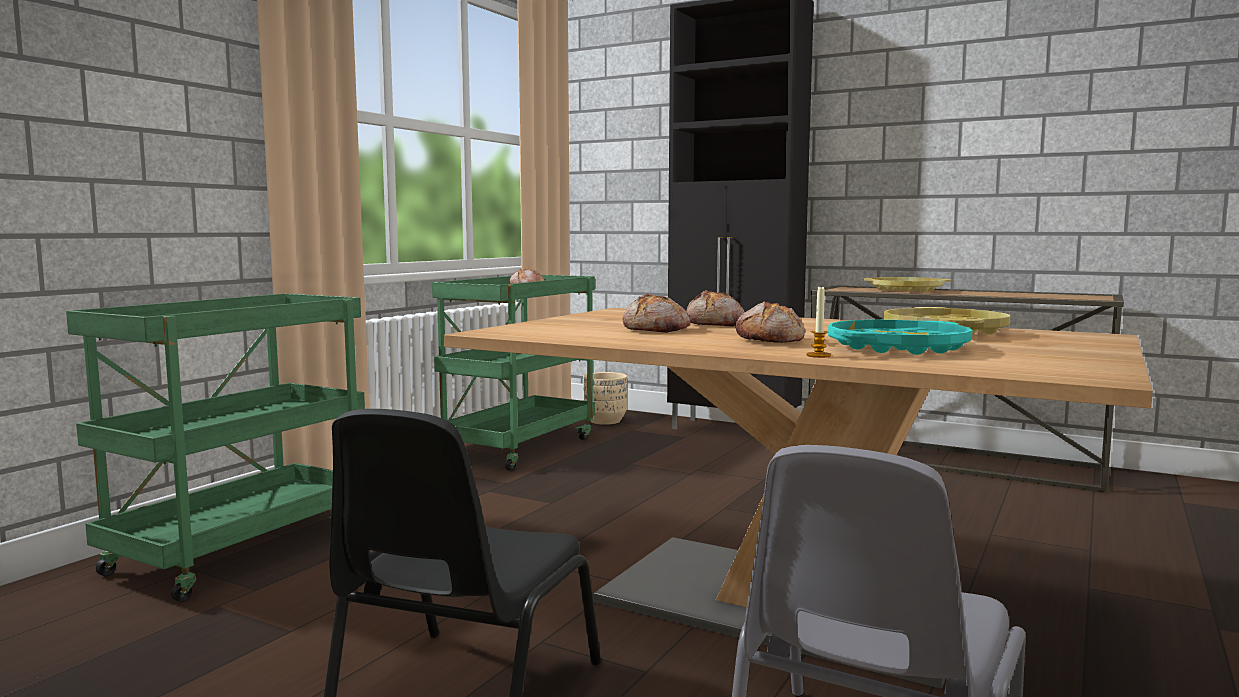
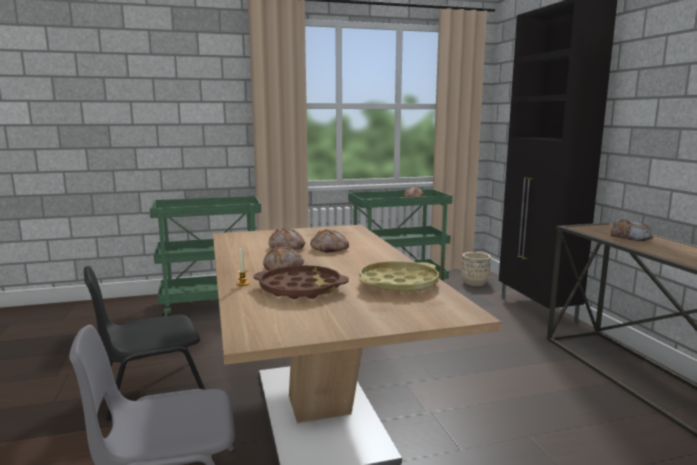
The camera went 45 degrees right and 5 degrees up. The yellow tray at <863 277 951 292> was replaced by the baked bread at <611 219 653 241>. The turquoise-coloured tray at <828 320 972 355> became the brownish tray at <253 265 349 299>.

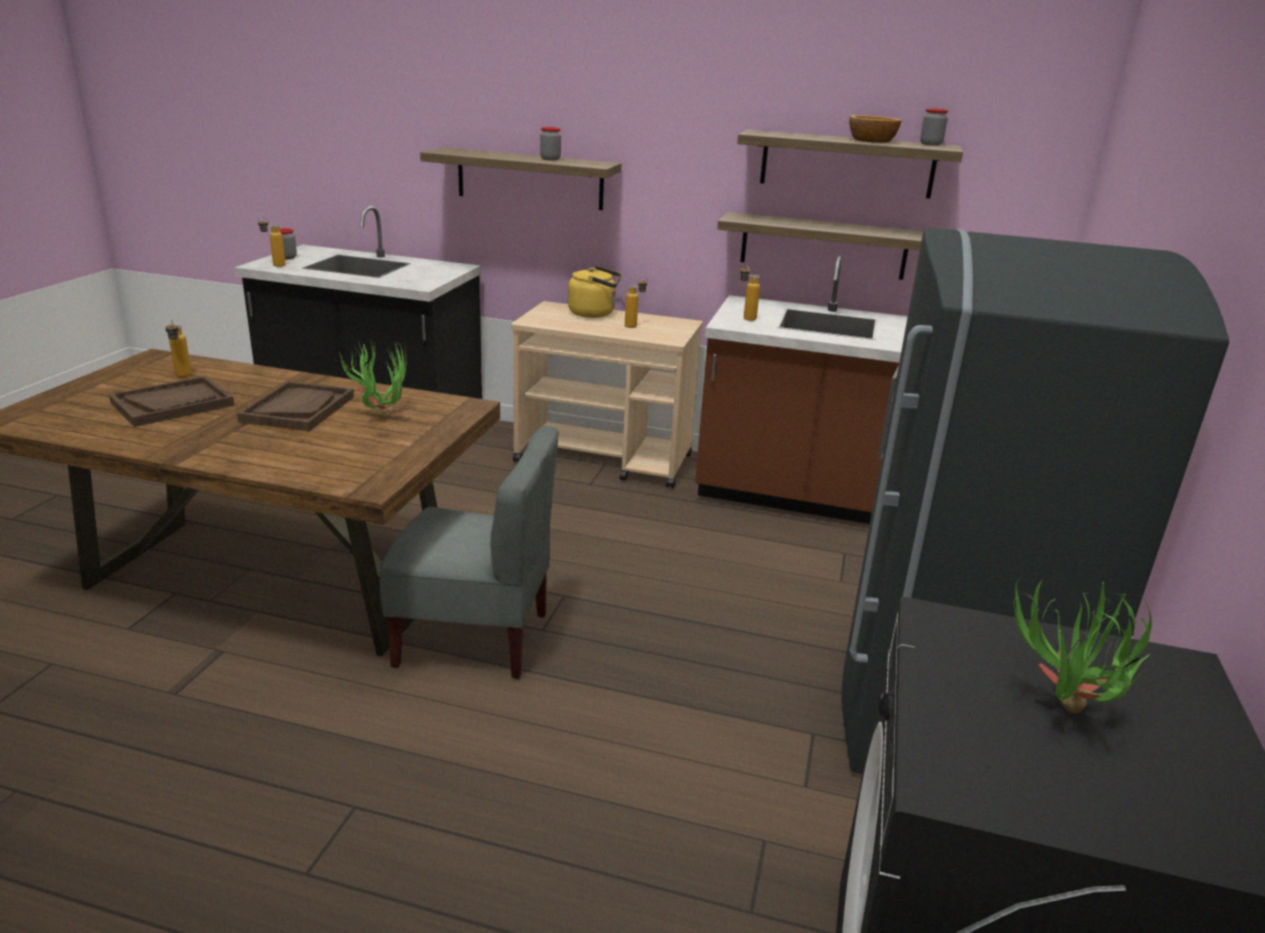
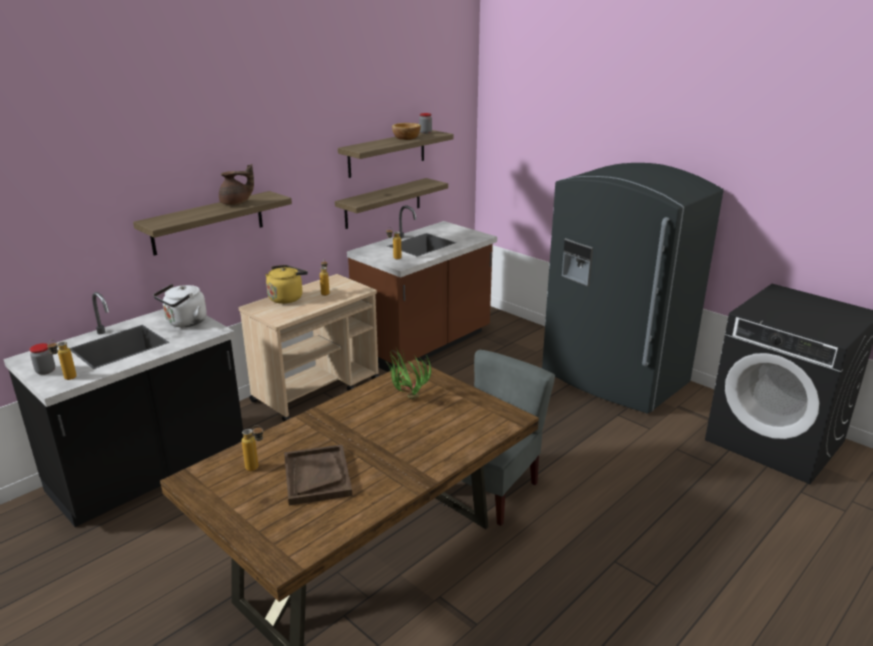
The camera went 60 degrees left and 0 degrees up. The storage jar at <540 127 561 161> was replaced by the brownish teapot at <219 164 254 205>. The brownish tray at <237 381 354 431> disappeared. The plant in a pot at <1013 579 1154 713> disappeared. The whitish water kettle at <153 284 207 327> appeared.

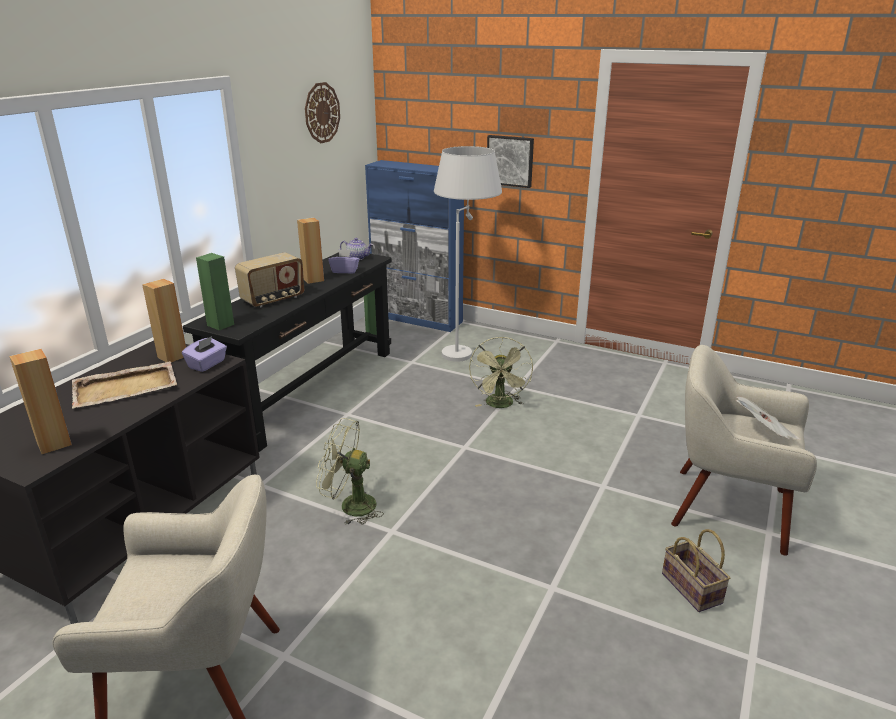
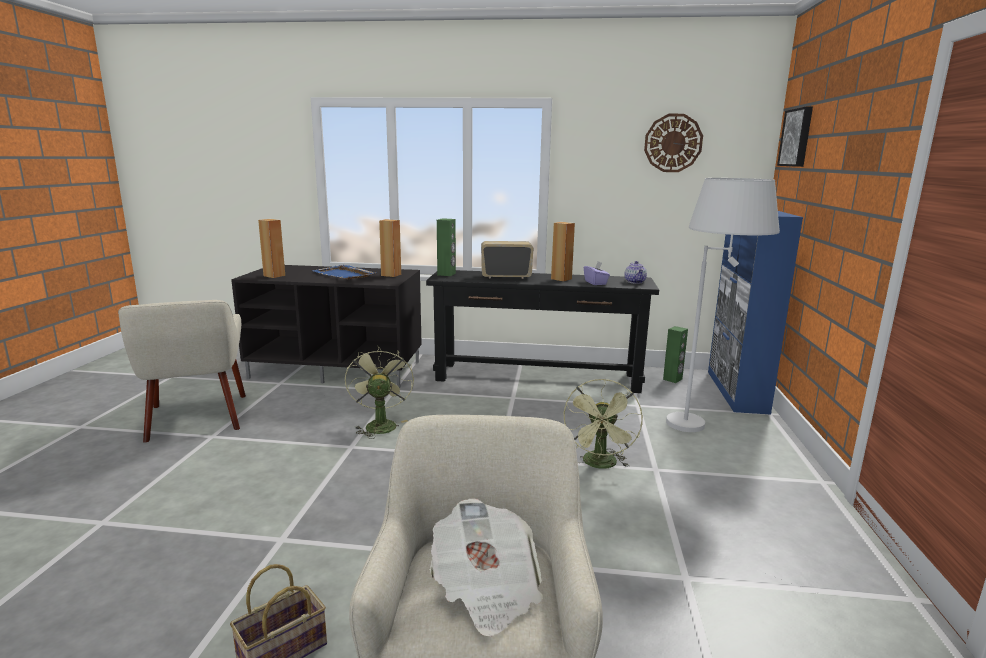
The camera went 70 degrees right and 10 degrees down. The wall picture moved from <487 135 534 188> to <777 107 813 167>. The radio set at <235 252 304 307> turned 150 degrees clockwise. The purplish tissue holder at <182 336 227 372> disappeared. The greenish fan at <469 337 533 408> turned 60 degrees counterclockwise. The beige-coloured tray at <72 361 177 409> became the bluish tray at <312 265 375 279>.

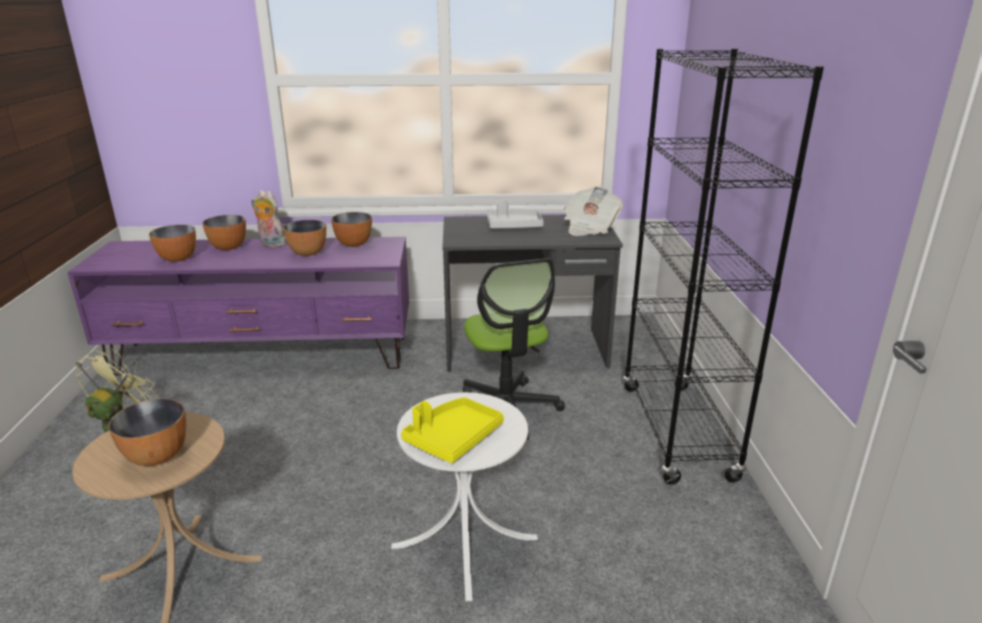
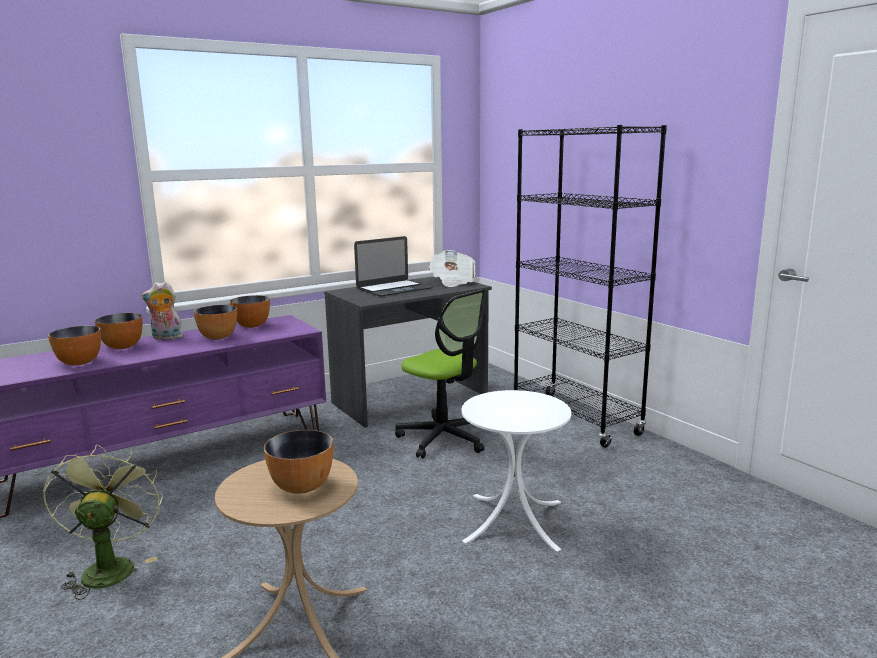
The camera went 30 degrees left and 10 degrees down. The grey tray at <486 200 544 228> was replaced by the laptop at <354 236 432 296>. The yellow tray at <401 397 504 463> disappeared.

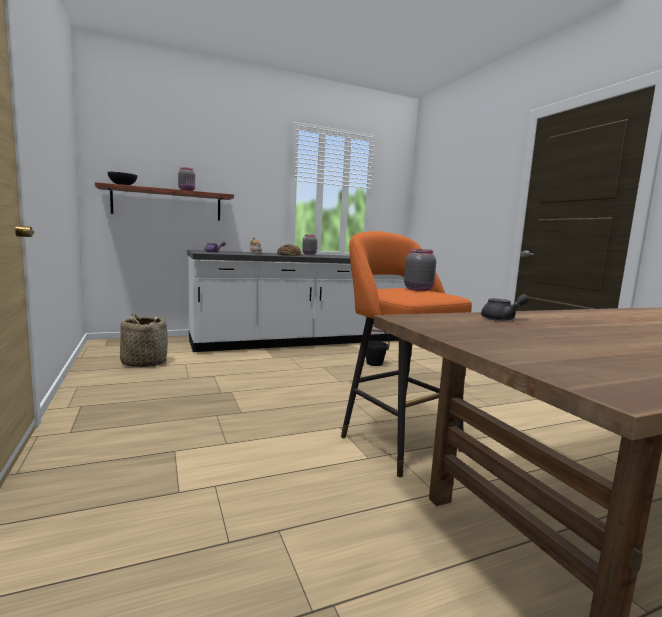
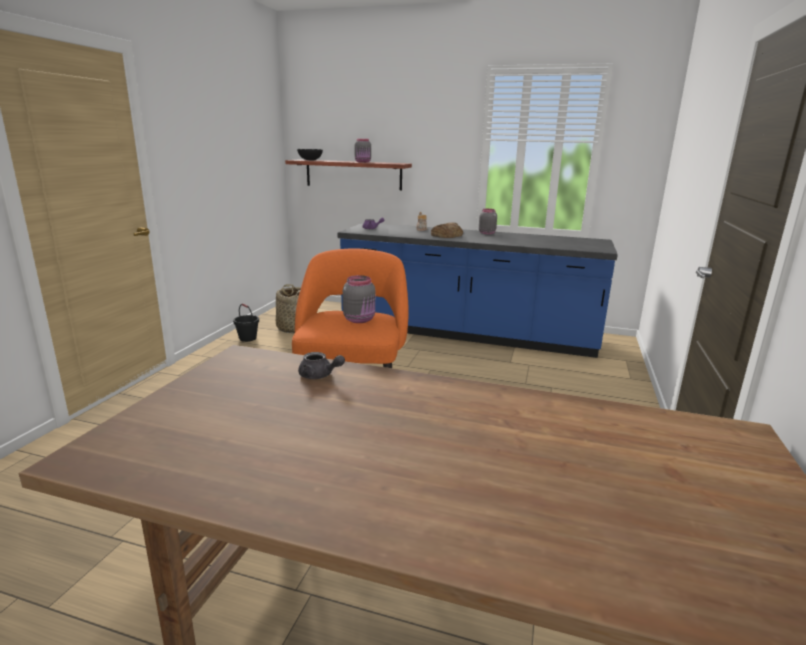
The camera went 40 degrees right and 10 degrees up. The whitish kitchen counter at <187 250 407 352> became the bluish kitchen counter at <338 223 618 358>. The black-coloured pail moved from <366 329 390 366> to <233 303 259 342>.

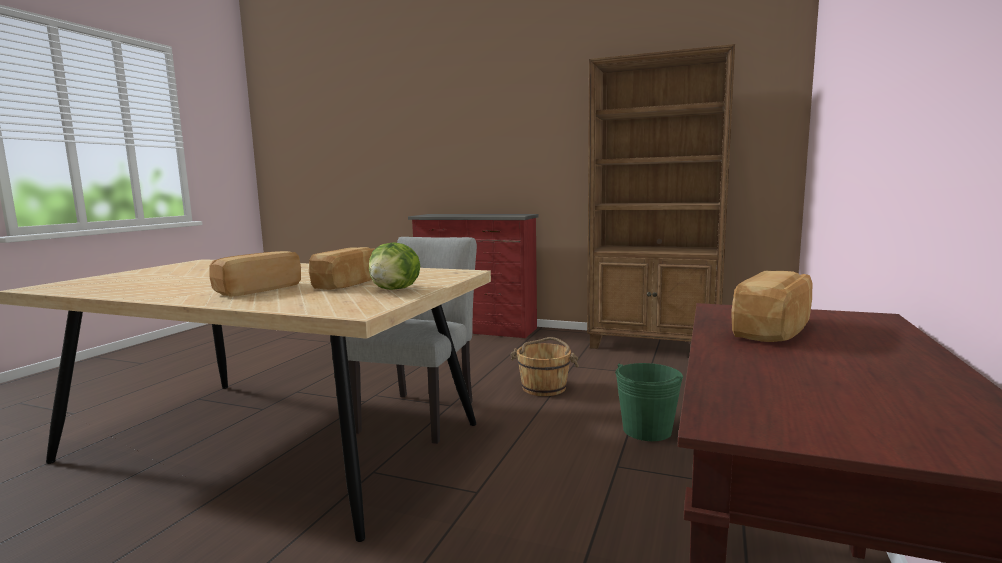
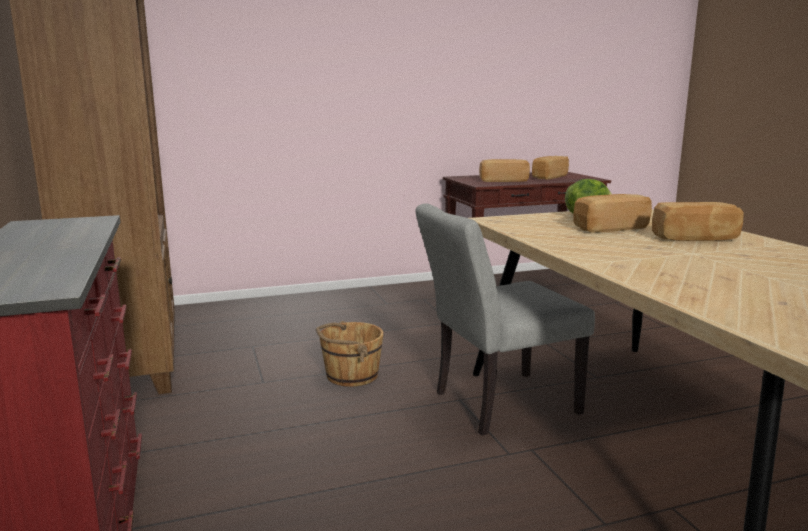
The camera went 130 degrees left and 5 degrees up. The greenish pail at <615 363 683 441> disappeared. The baked bread at <532 156 569 180> appeared.

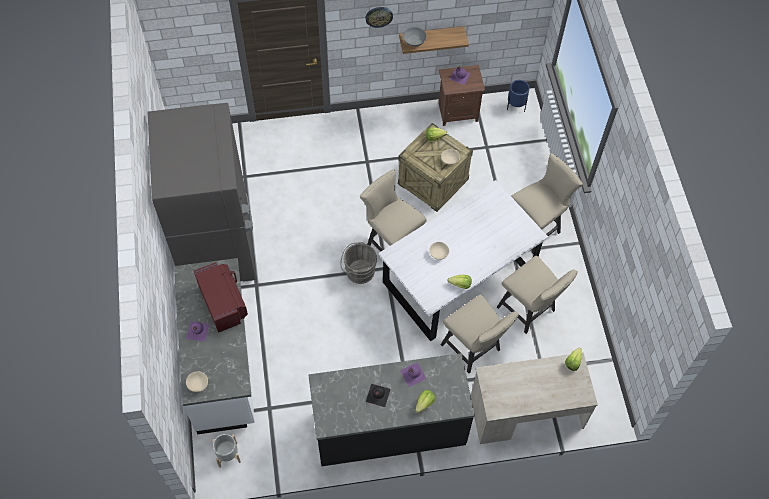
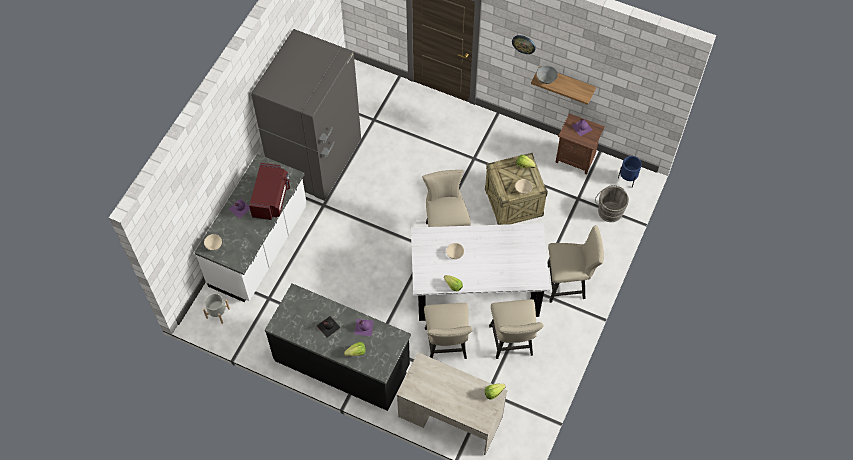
The camera went 35 degrees right and 0 degrees up. The grey pail moved from <340 242 377 284> to <595 185 629 222>.

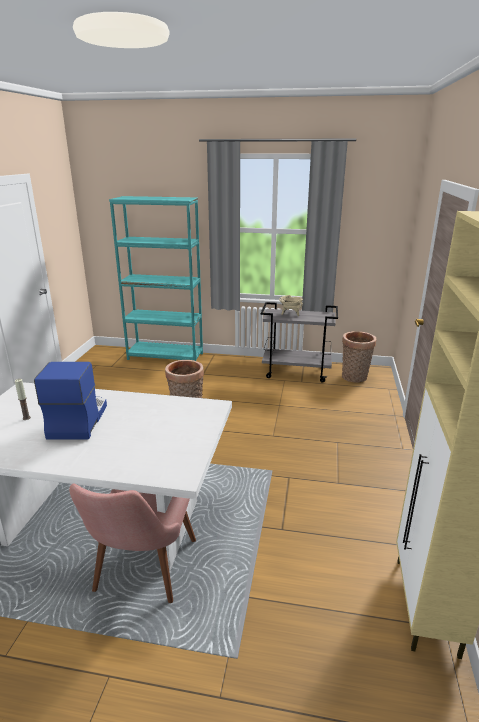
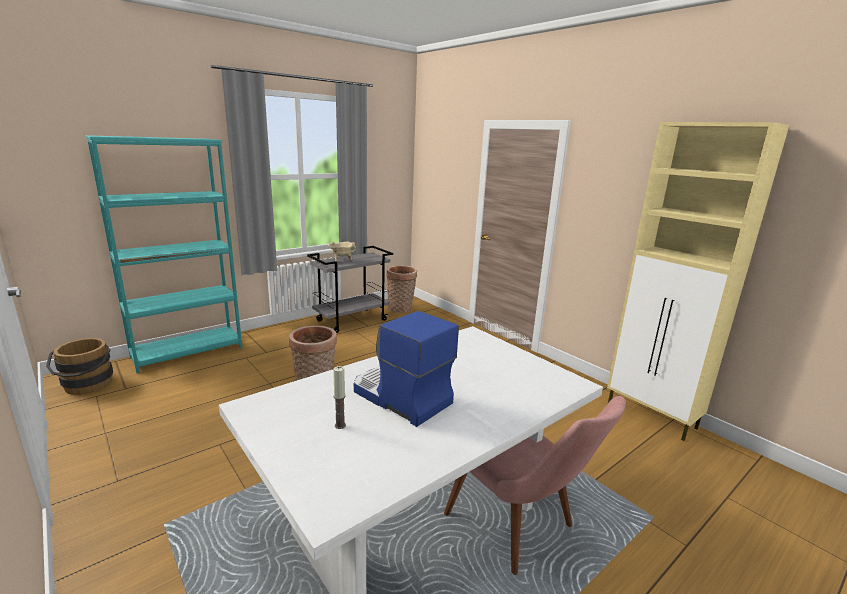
The camera went 50 degrees left and 5 degrees down. The brownish pail at <46 338 113 395> appeared.

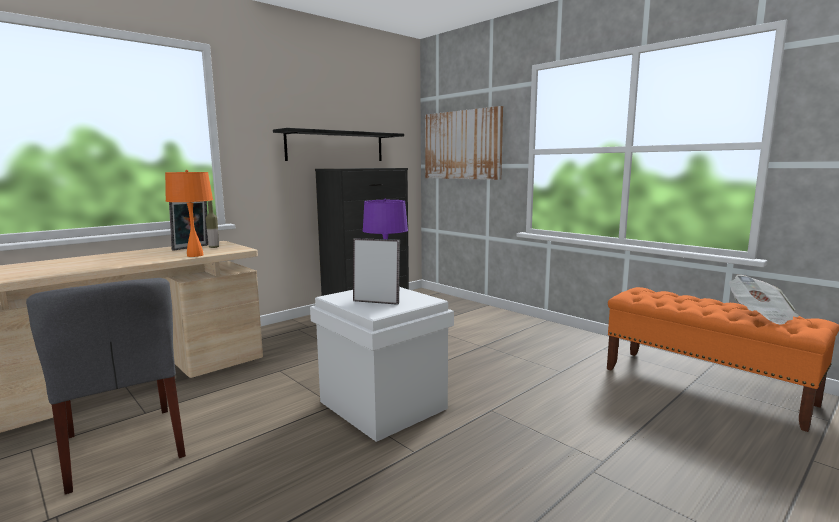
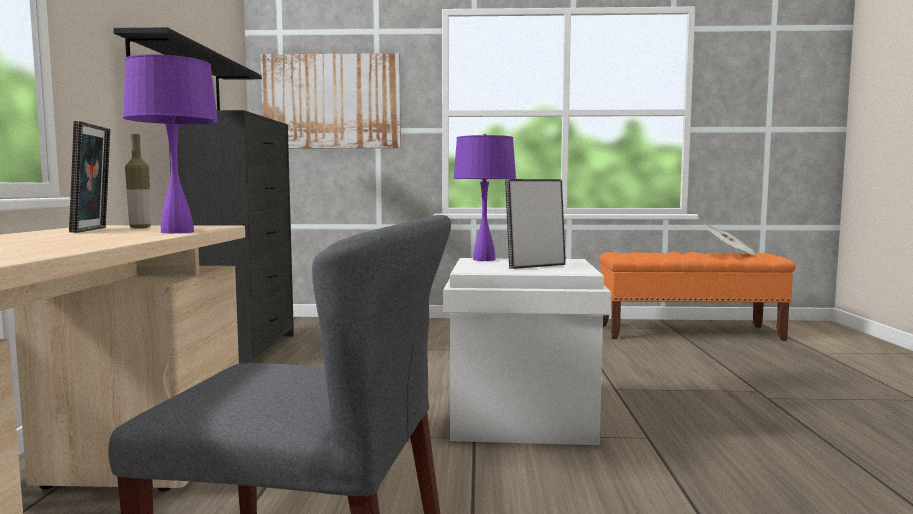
The camera went 45 degrees left and 5 degrees down. The orangey lamp for a table at <165 170 213 257> became the purplish lamp for a table at <123 54 218 233>.

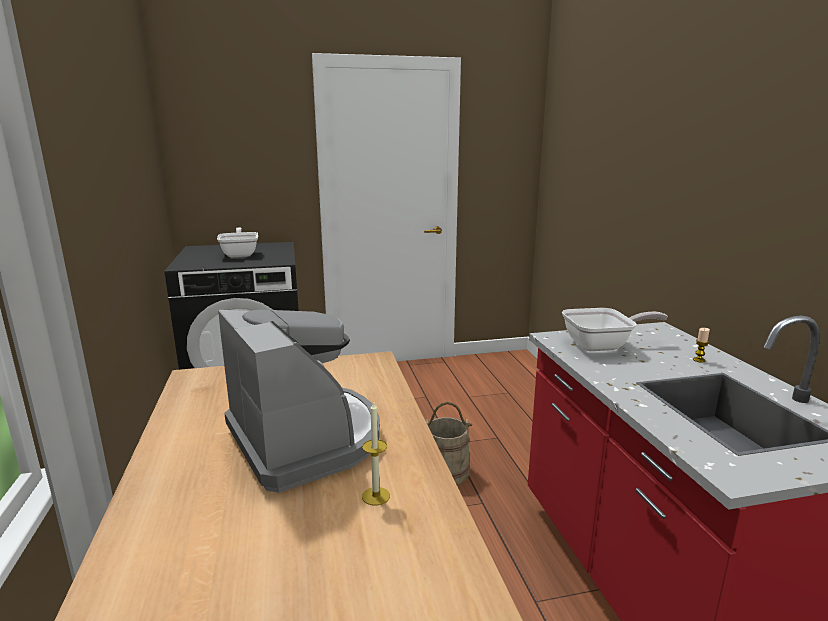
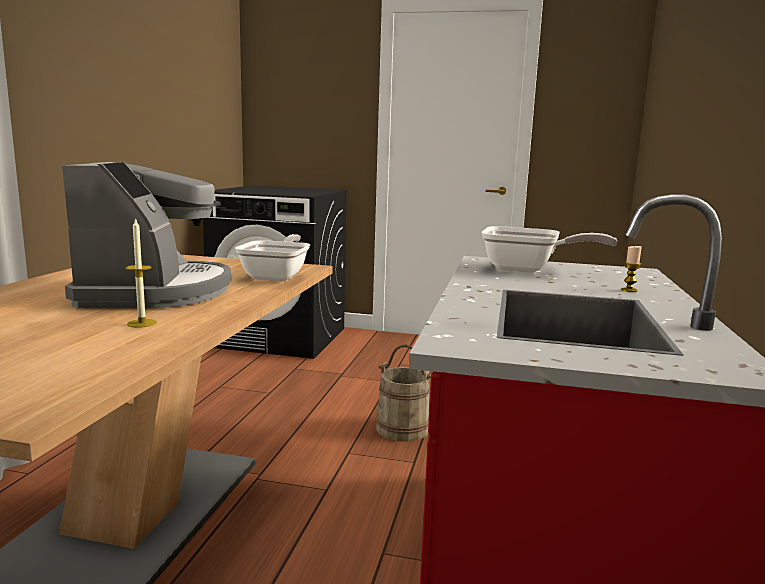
The camera went 25 degrees right and 5 degrees down. The frying pan moved from <217 227 258 257> to <235 234 310 281>.

